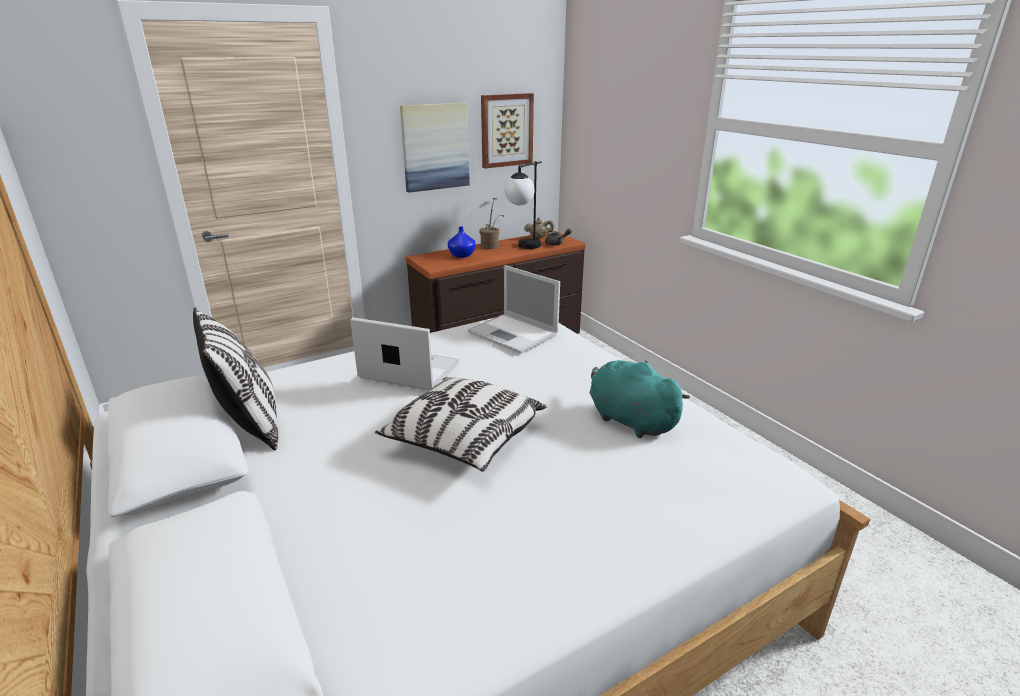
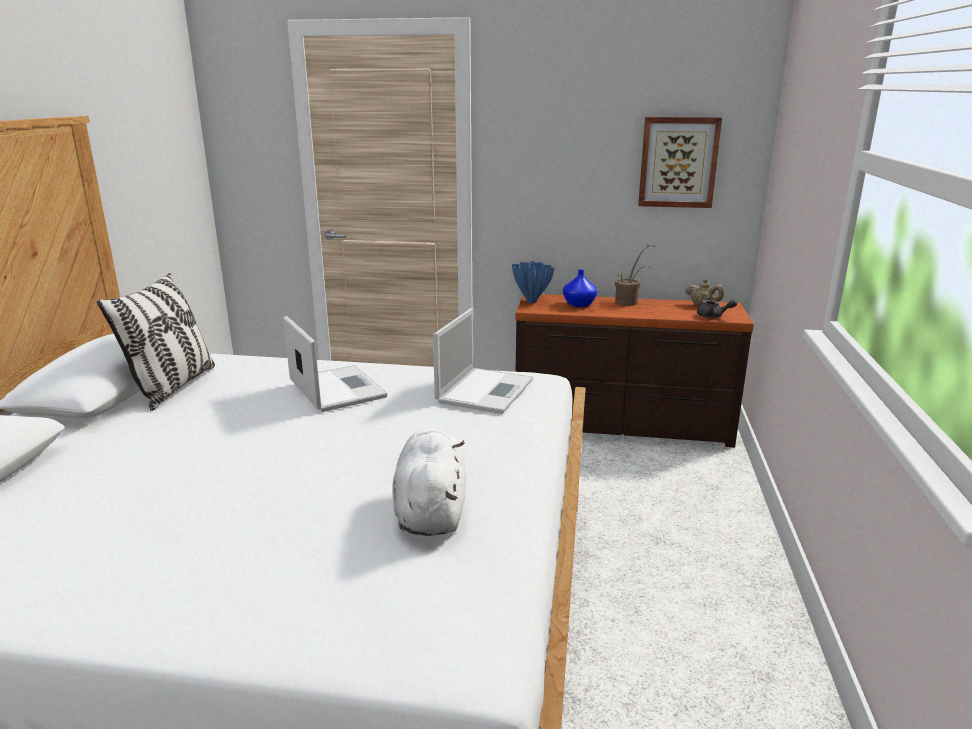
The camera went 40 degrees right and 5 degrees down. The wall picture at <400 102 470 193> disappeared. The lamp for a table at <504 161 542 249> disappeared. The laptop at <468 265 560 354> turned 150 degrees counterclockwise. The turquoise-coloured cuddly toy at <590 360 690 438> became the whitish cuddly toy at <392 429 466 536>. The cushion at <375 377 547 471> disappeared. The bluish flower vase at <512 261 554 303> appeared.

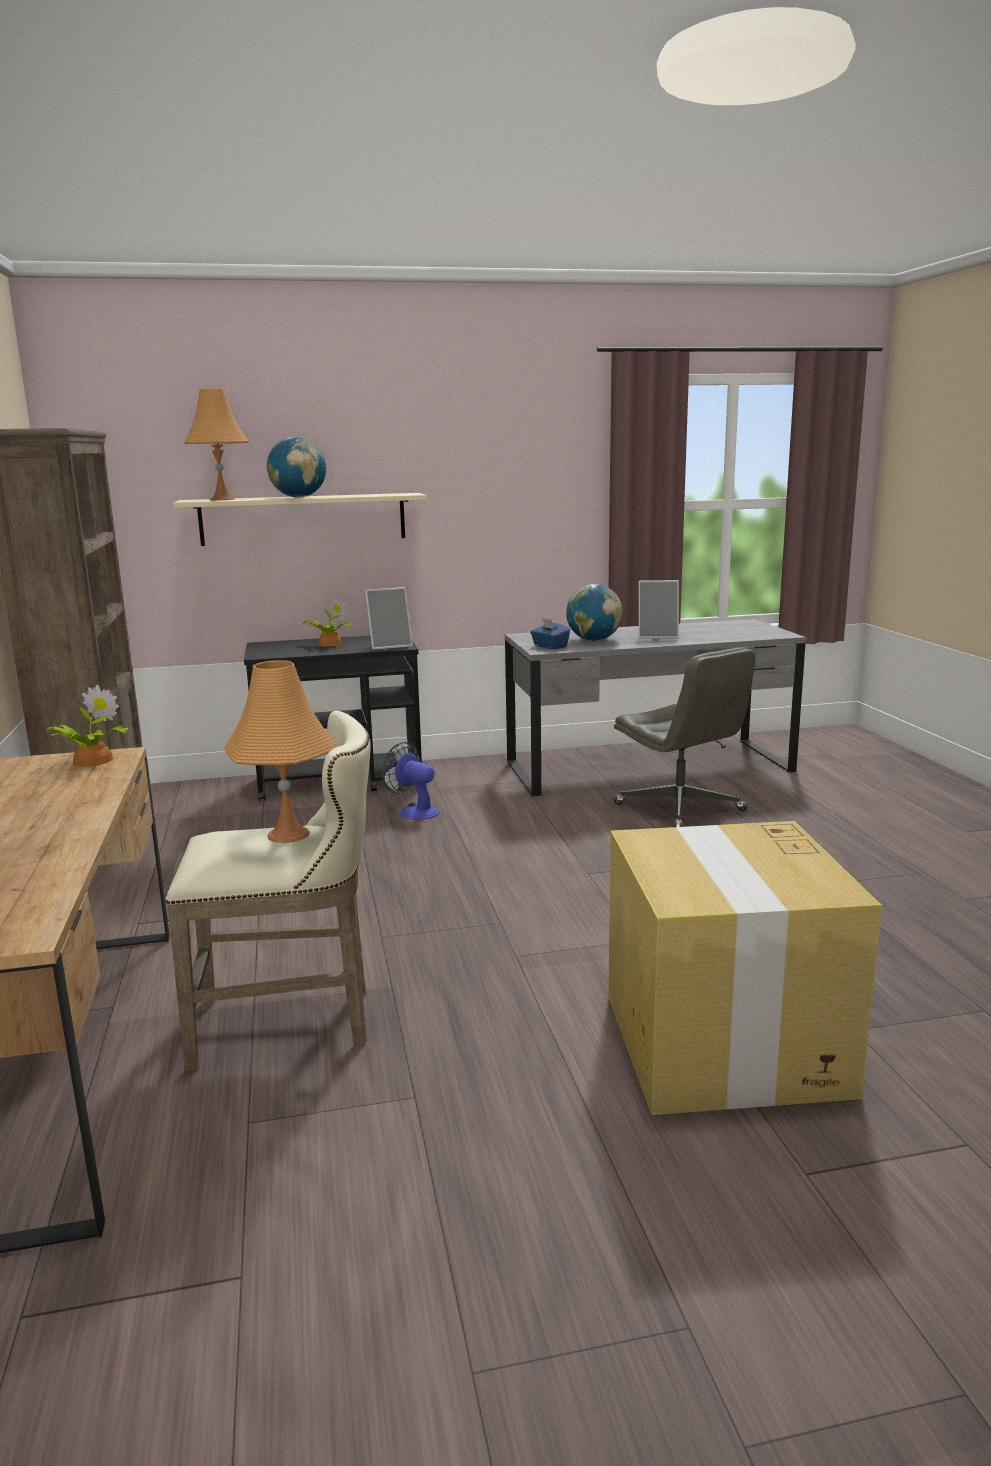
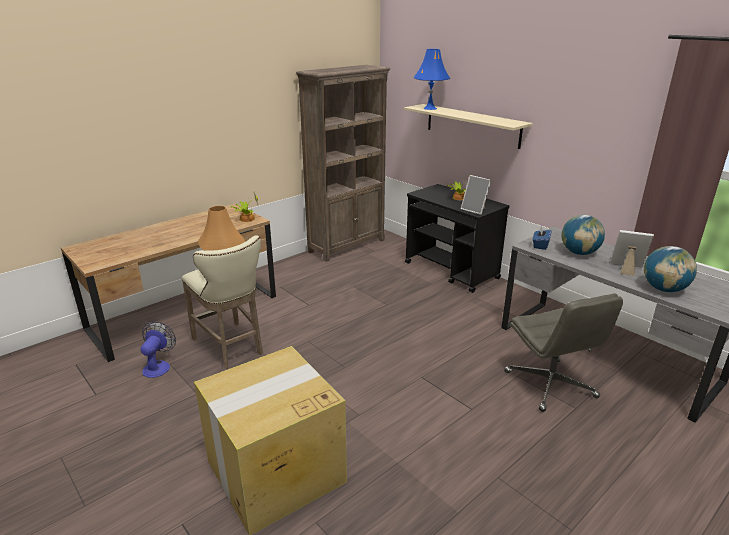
The camera went 60 degrees right and 10 degrees up. The orangey lamp for a table at <185 388 249 500> became the bluish lamp for a table at <414 49 450 110>. The desk globe moved from <267 437 326 497> to <644 246 697 292>. The photo frame at <639 580 679 639> turned 135 degrees clockwise. The grey desk chair at <614 647 756 827> turned 45 degrees counterclockwise. The fan moved from <382 742 439 820> to <140 321 176 378>.

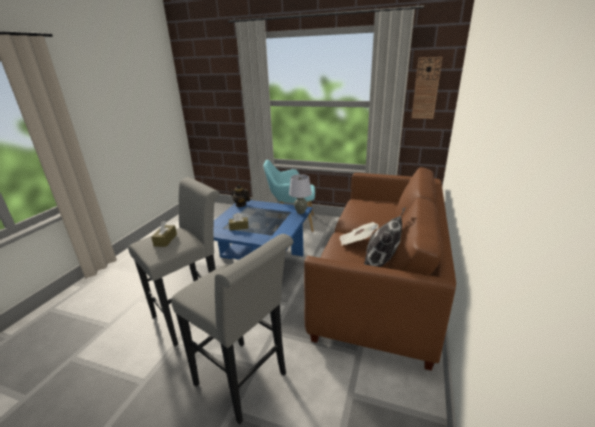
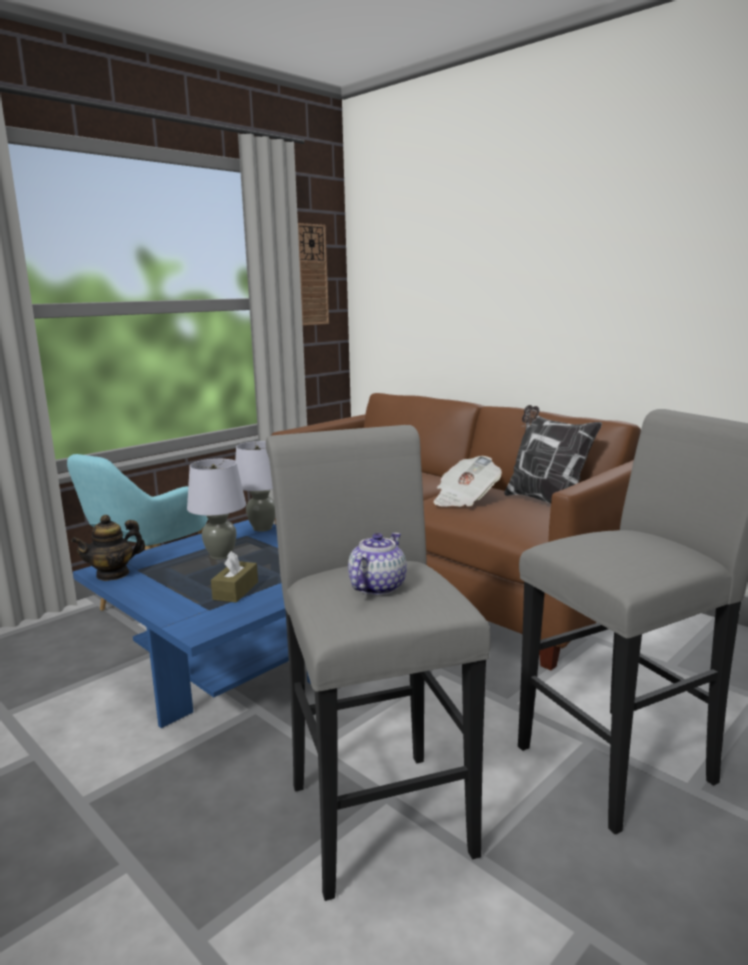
The camera went 65 degrees left and 10 degrees down. The brownish tissue holder at <151 221 177 247> was replaced by the teapot at <348 533 407 595>. The grey lamp for a table at <187 459 246 560> appeared.

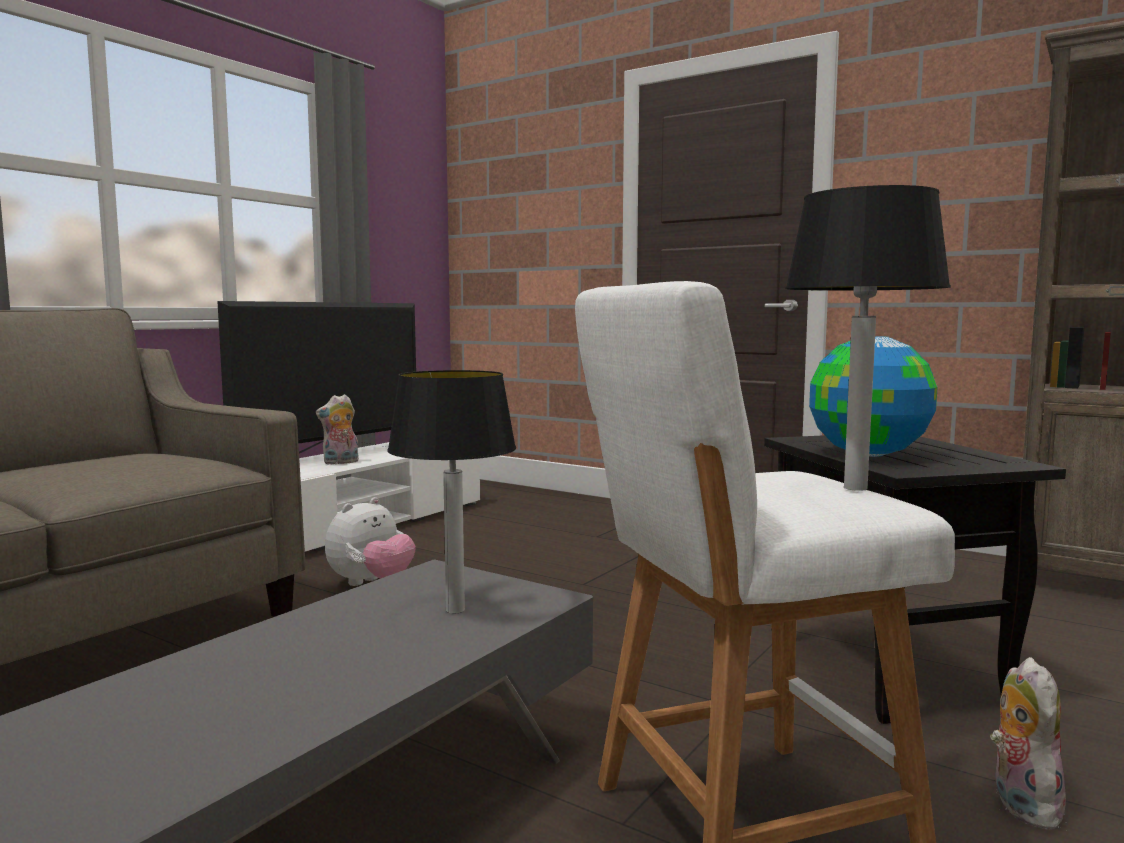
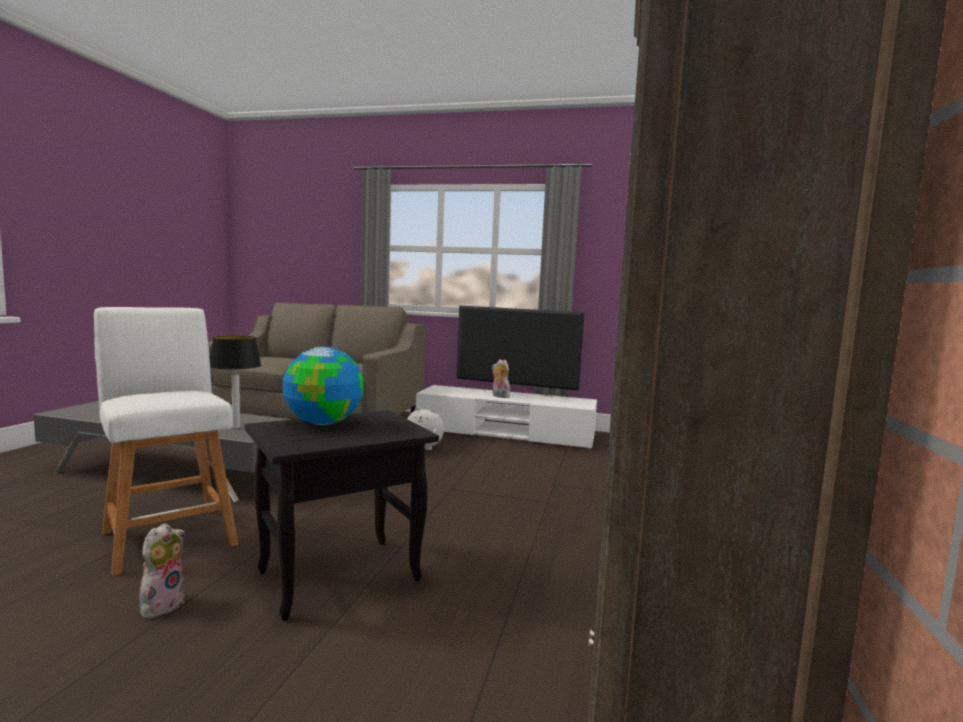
The camera went 70 degrees right and 0 degrees up. The lamp for a table at <785 185 951 491> disappeared. The cuddly toy at <990 657 1066 830> turned 60 degrees counterclockwise.

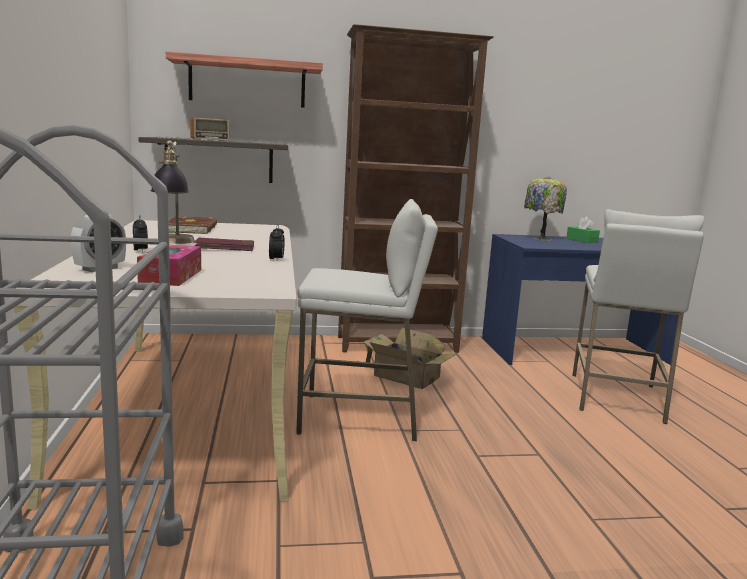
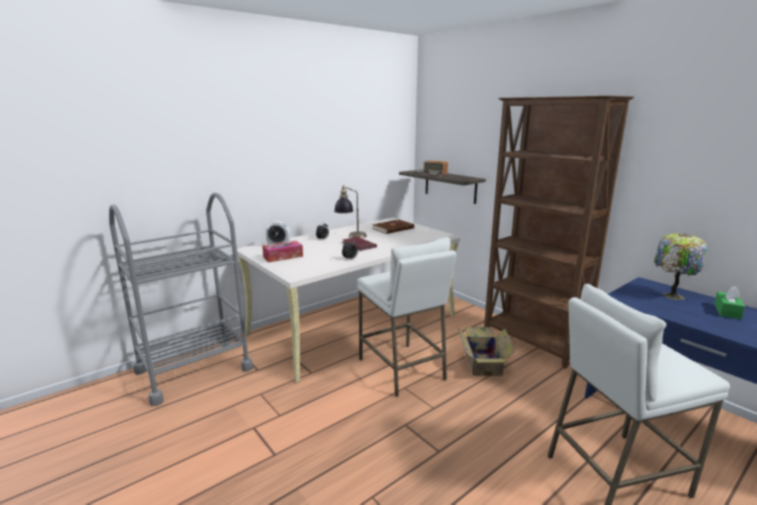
The camera went 60 degrees right and 5 degrees up. The shelf at <166 51 323 108> disappeared.

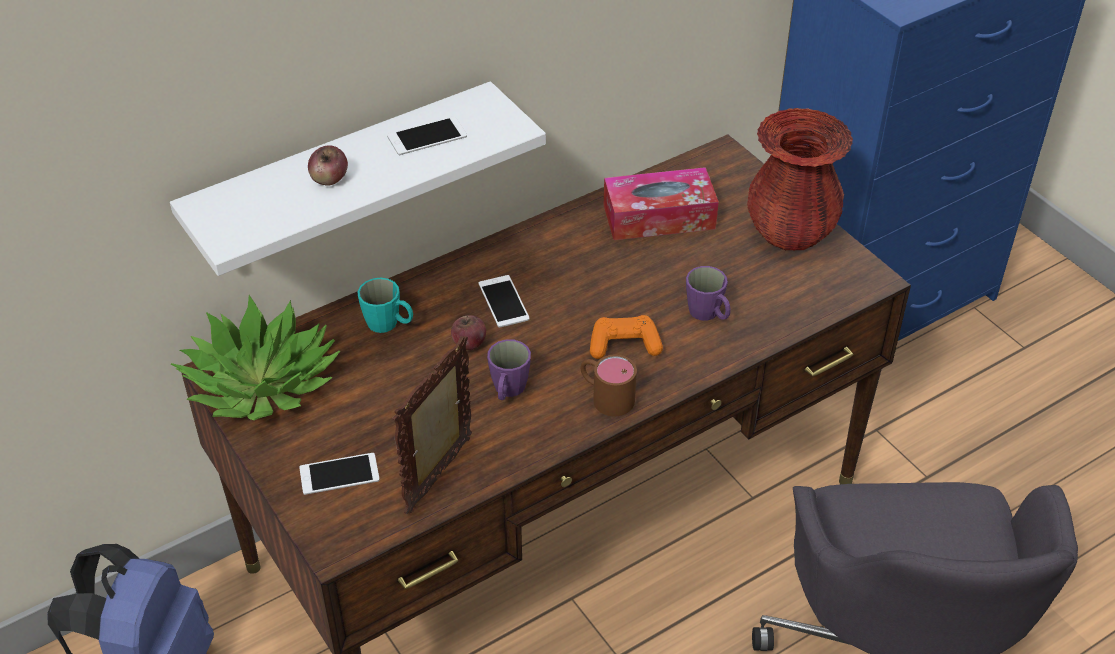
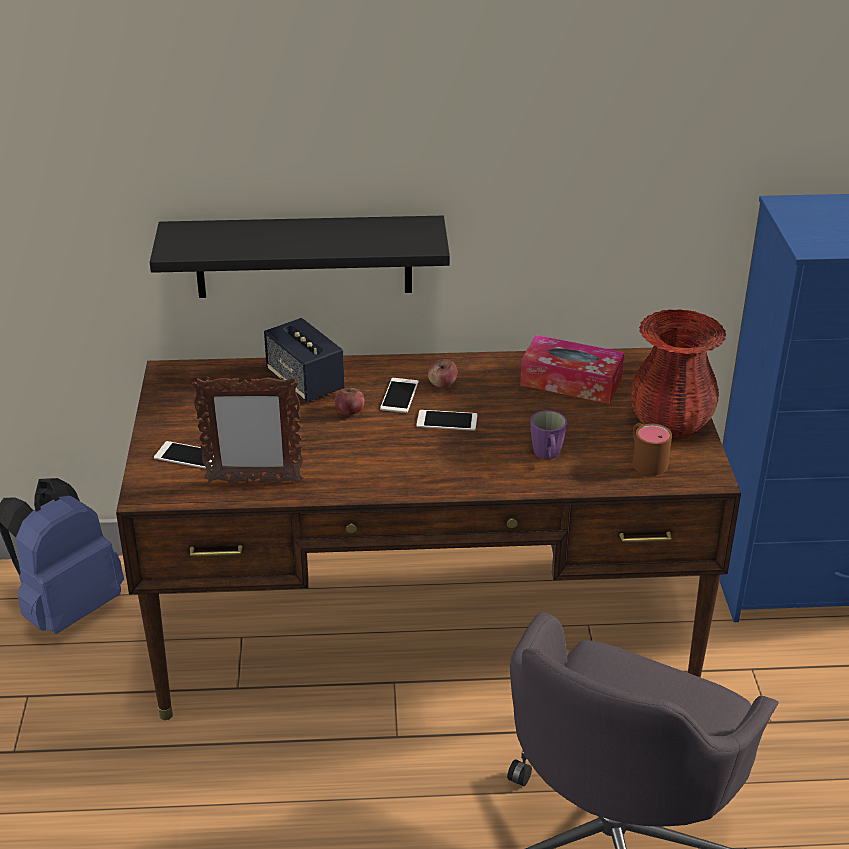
The camera went 30 degrees right and 10 degrees down. The whitish shelf at <170 81 546 276> became the black-coloured shelf at <150 216 450 298>. The phone moved from <387 116 467 155> to <417 410 477 431>. The apple moved from <308 145 348 186> to <428 359 458 388>. The turquoise-coloured tea mug at <357 278 413 333> was replaced by the speaker at <264 318 344 402>. The plant in a pot at <171 295 340 420> disappeared. The orangey game controller at <590 315 663 359> disappeared. The photo frame at <392 336 472 514> turned 150 degrees counterclockwise. The purplish tea mug at <487 339 531 400> disappeared. The brownish tea mug moved from <580 354 637 416> to <632 423 672 476>.

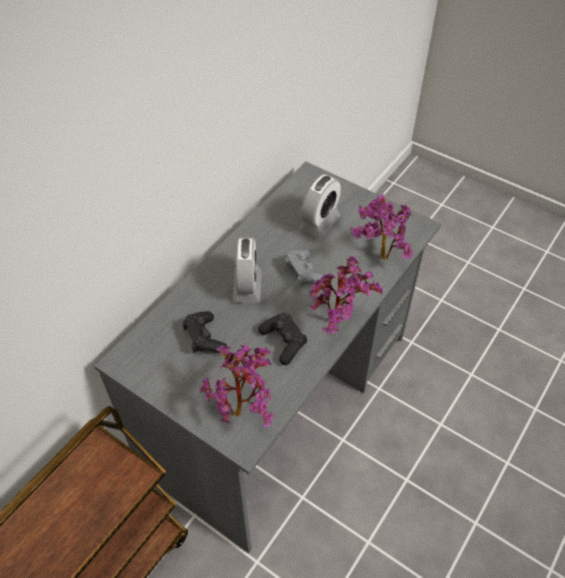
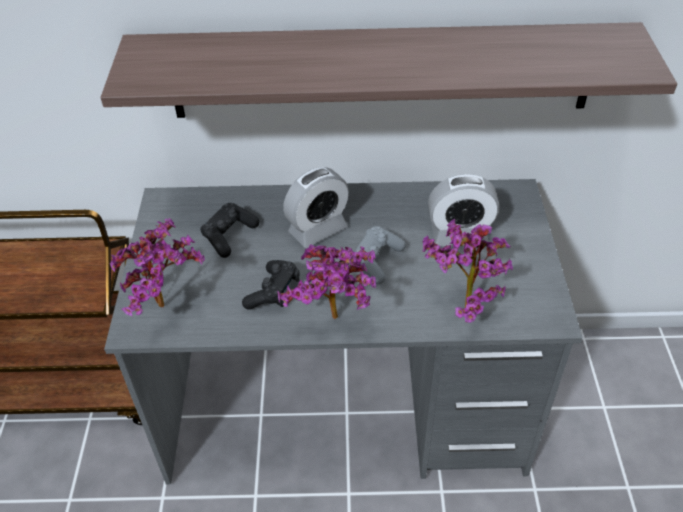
The camera went 55 degrees right and 5 degrees down. The shelf at <101 22 677 118> appeared.

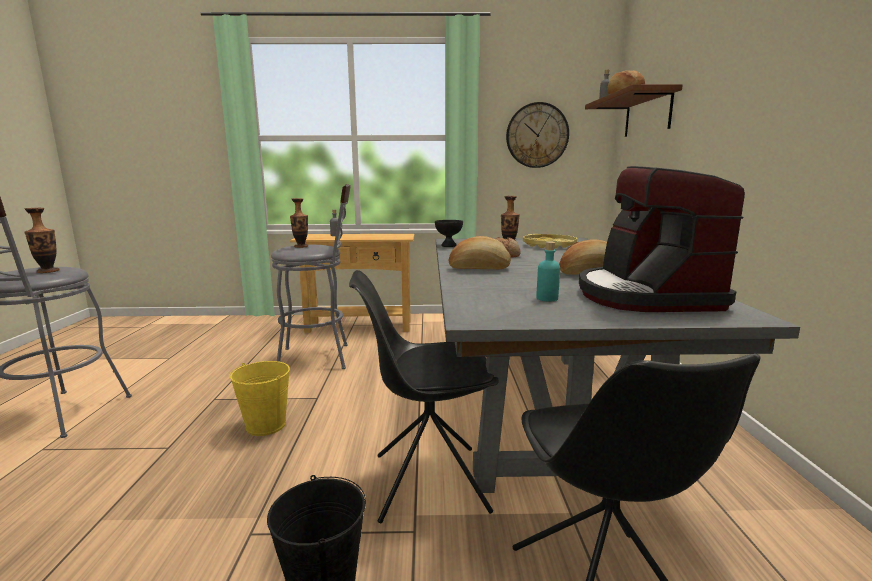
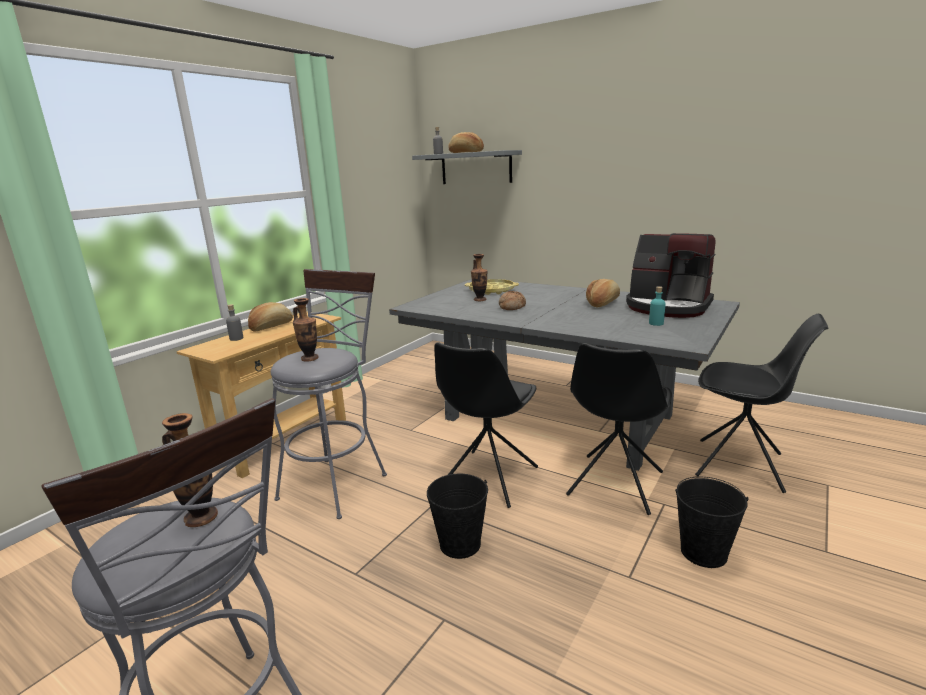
The camera went 55 degrees left and 5 degrees up. The brownish shelf at <585 84 683 137> became the grey shelf at <412 150 522 184>. The hanging clock at <506 102 569 168> disappeared. The black-coloured serving bowl at <435 220 463 247> disappeared. The baked bread moved from <449 236 511 269> to <248 302 293 332>. The yellow pail at <229 361 290 436> became the black-coloured pail at <427 473 488 559>. The black-coloured upright chair at <434 342 538 508> appeared.

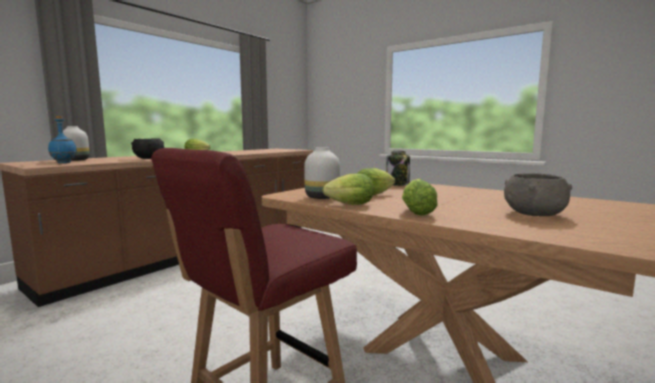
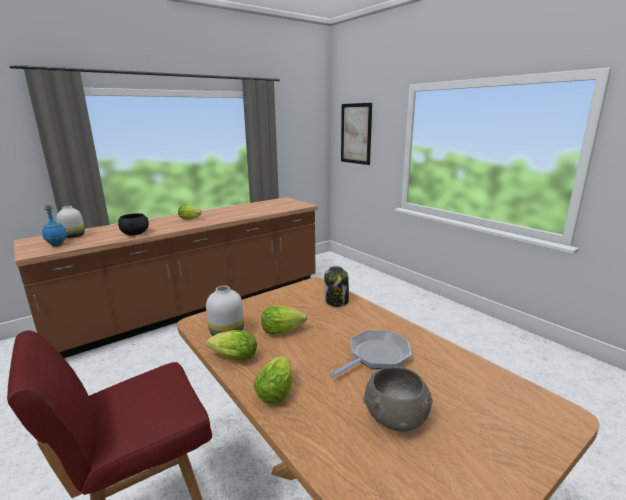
The camera went 15 degrees right and 10 degrees up. The wall picture at <341 103 372 165> appeared. The frying pan at <330 330 412 377> appeared.

